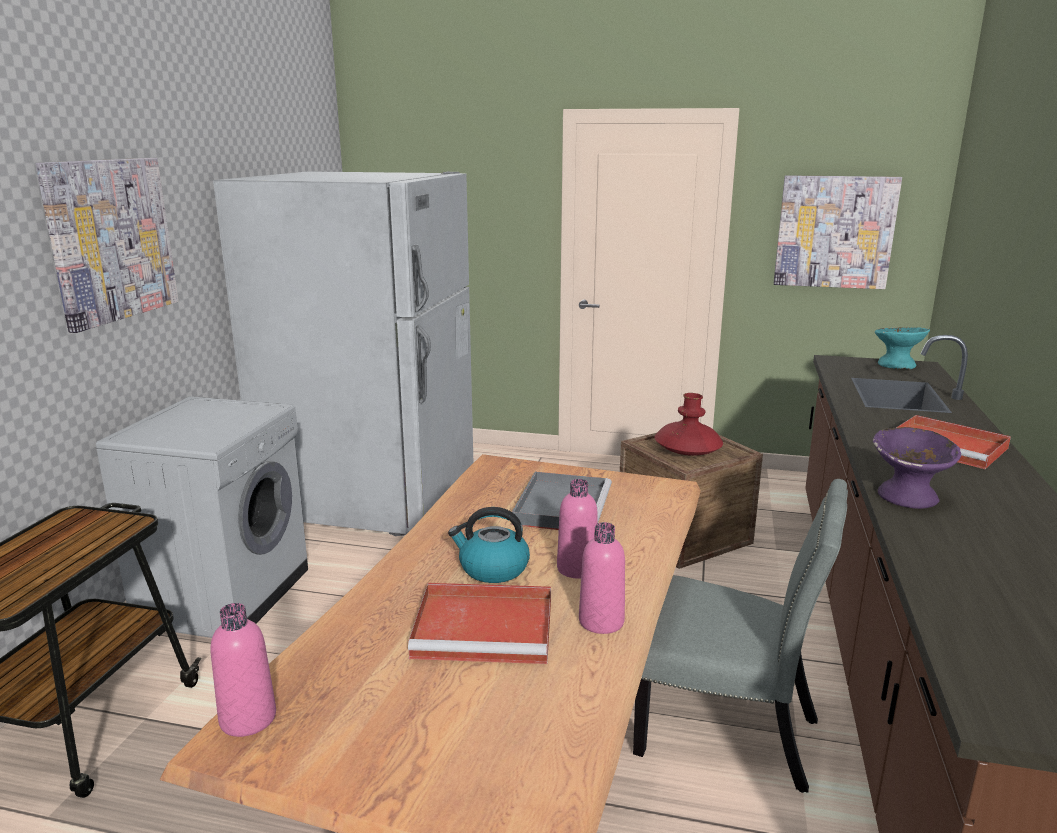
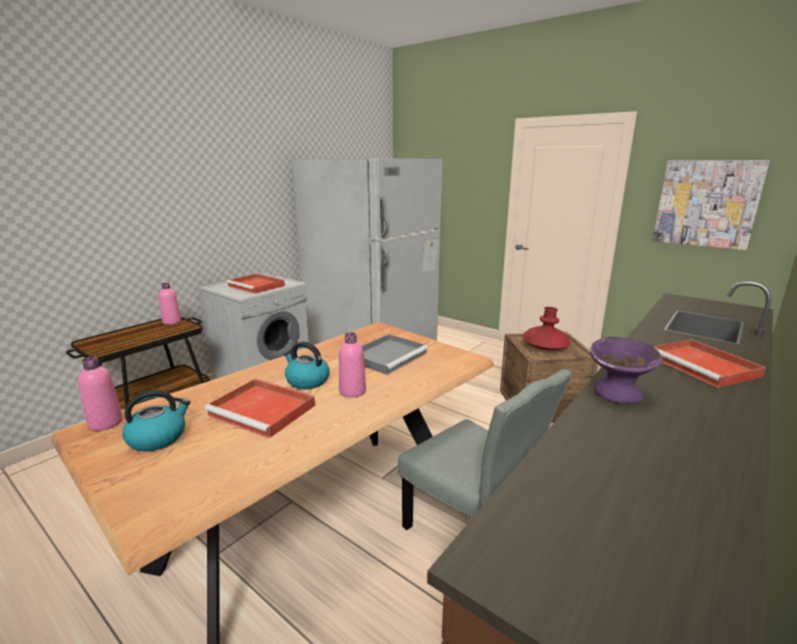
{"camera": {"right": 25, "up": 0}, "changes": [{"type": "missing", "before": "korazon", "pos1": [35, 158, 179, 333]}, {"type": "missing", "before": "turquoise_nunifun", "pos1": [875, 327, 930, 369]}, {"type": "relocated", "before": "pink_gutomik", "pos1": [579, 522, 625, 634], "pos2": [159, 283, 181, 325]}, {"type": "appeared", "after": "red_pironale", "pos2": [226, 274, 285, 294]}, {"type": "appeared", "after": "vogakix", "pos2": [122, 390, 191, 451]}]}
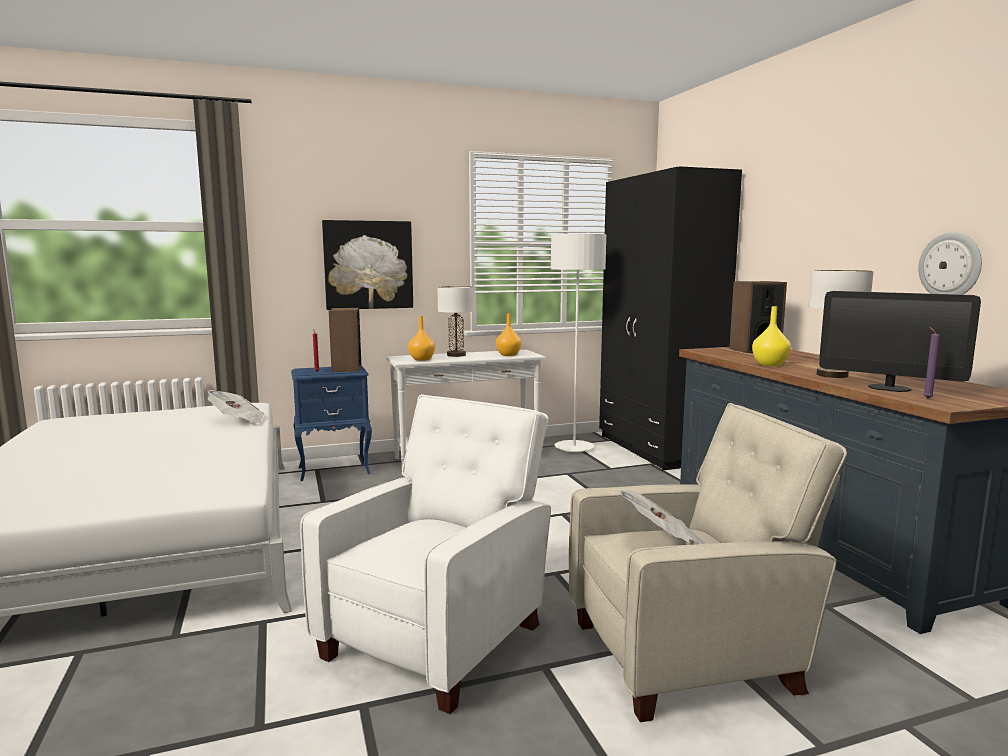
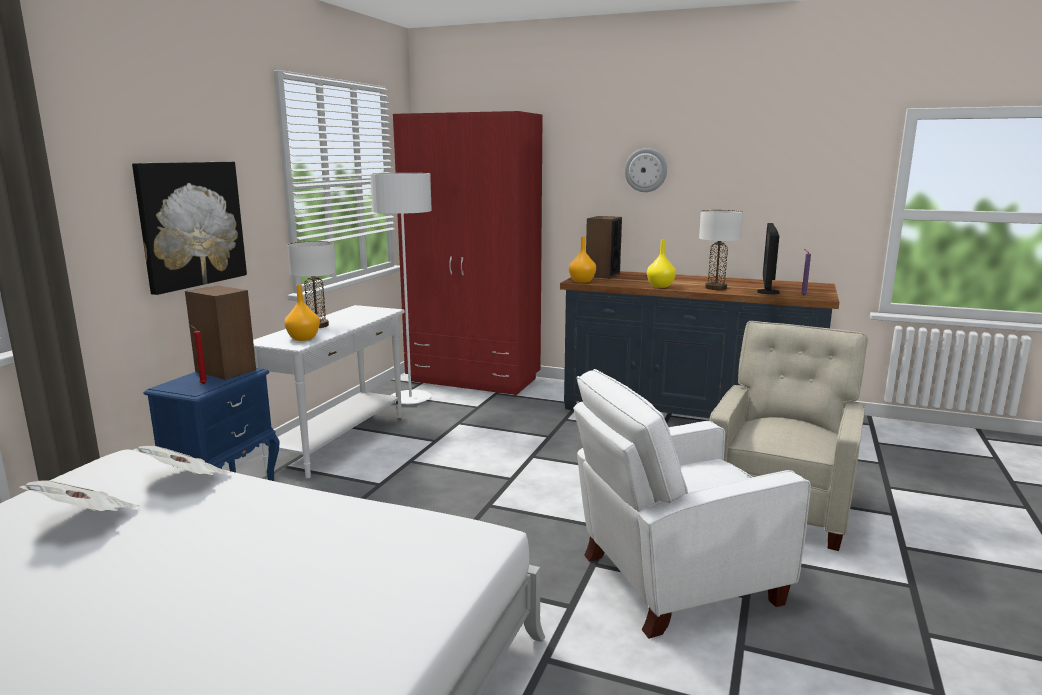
{"camera": {"right": -50, "up": 5}, "changes": [{"type": "colour", "before": "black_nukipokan", "after": "red_nukipokan", "pos1": [599, 166, 742, 470], "pos2": [393, 111, 543, 396]}, {"type": "relocated", "before": "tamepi", "pos1": [918, 232, 982, 295], "pos2": [625, 148, 667, 192]}, {"type": "spun", "before": "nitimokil", "pos1": [819, 291, 981, 392], "pos2": [757, 223, 780, 294], "turn": 120}, {"type": "relocated", "before": "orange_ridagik", "pos1": [496, 313, 522, 356], "pos2": [569, 237, 596, 283]}, {"type": "spun", "before": "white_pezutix", "pos1": [300, 394, 551, 714], "pos2": [573, 369, 811, 639], "turn": -90}, {"type": "relocated", "before": "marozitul", "pos1": [617, 490, 707, 544], "pos2": [19, 480, 140, 511]}]}
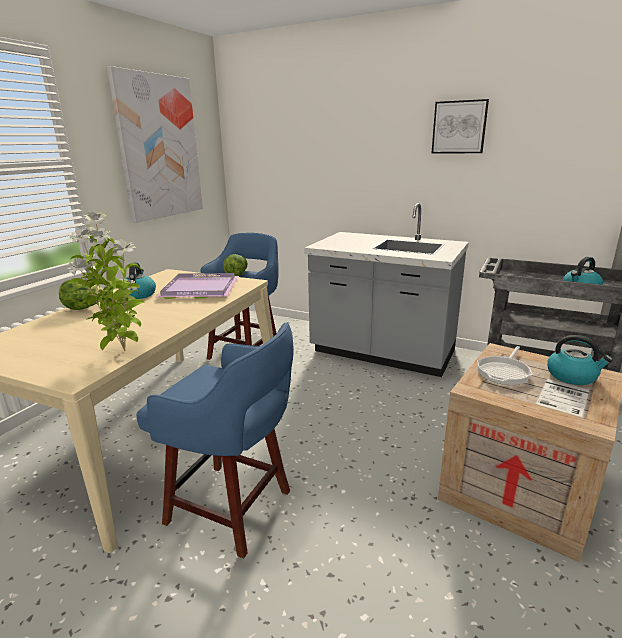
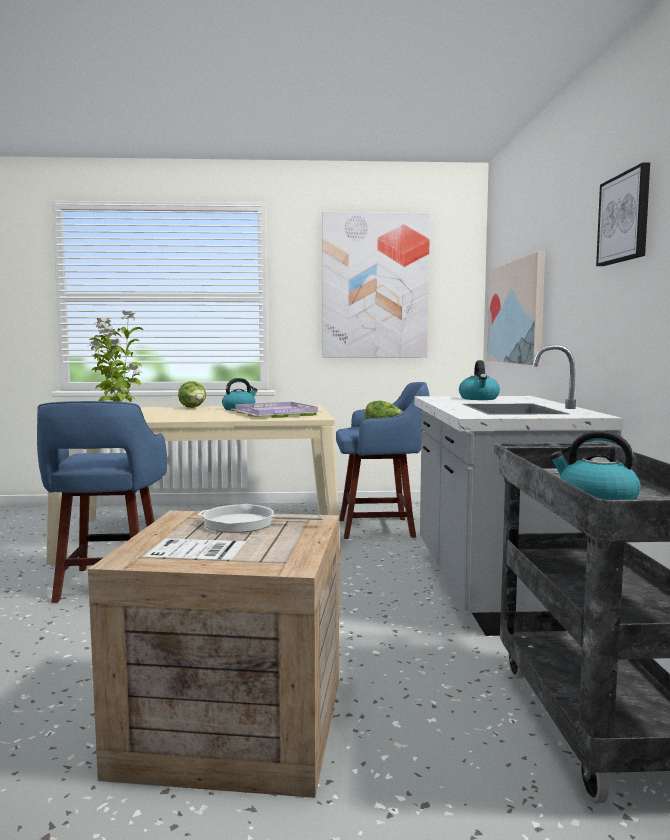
{"camera": {"right": 60, "up": -15}, "changes": [{"type": "relocated", "before": "vogakix", "pos1": [547, 335, 613, 385], "pos2": [459, 360, 500, 400]}, {"type": "appeared", "after": "korazon", "pos2": [487, 252, 545, 366]}]}
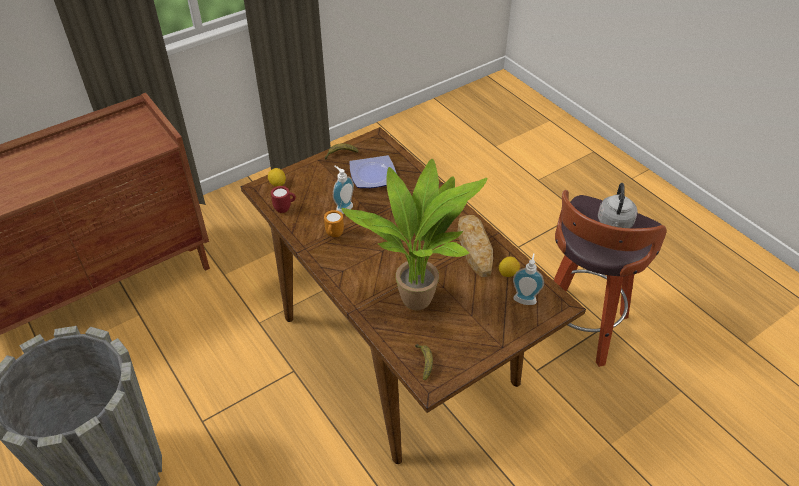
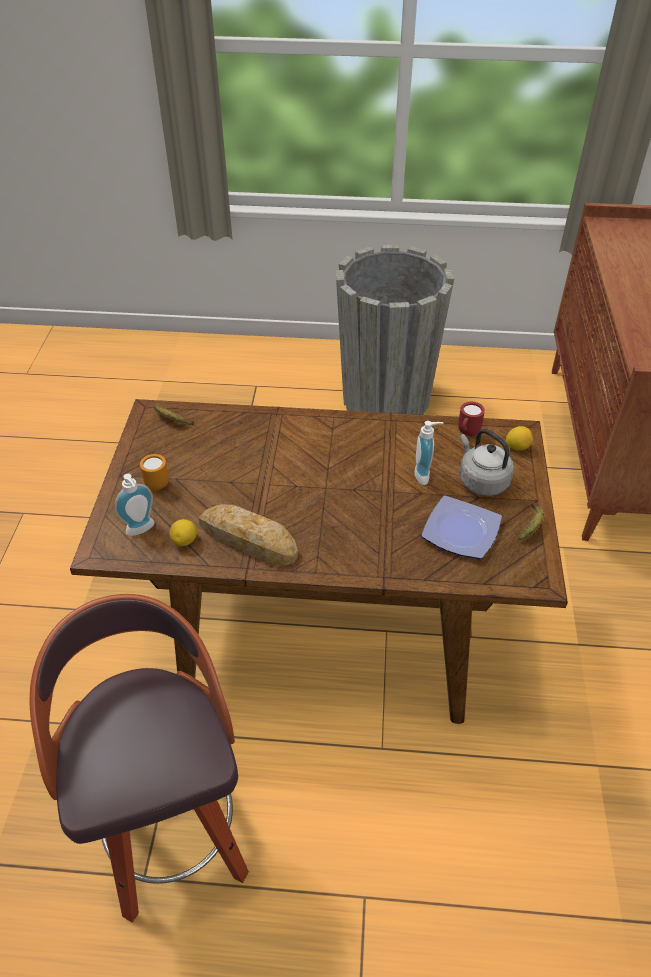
{"camera": {"right": 130, "up": 0}, "changes": [{"type": "missing", "before": "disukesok", "pos1": [341, 159, 487, 310]}, {"type": "relocated", "before": "grey_vogakix", "pos1": [598, 183, 638, 228], "pos2": [460, 429, 514, 496]}, {"type": "relocated", "before": "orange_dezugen", "pos1": [324, 210, 344, 237], "pos2": [140, 454, 169, 491]}]}
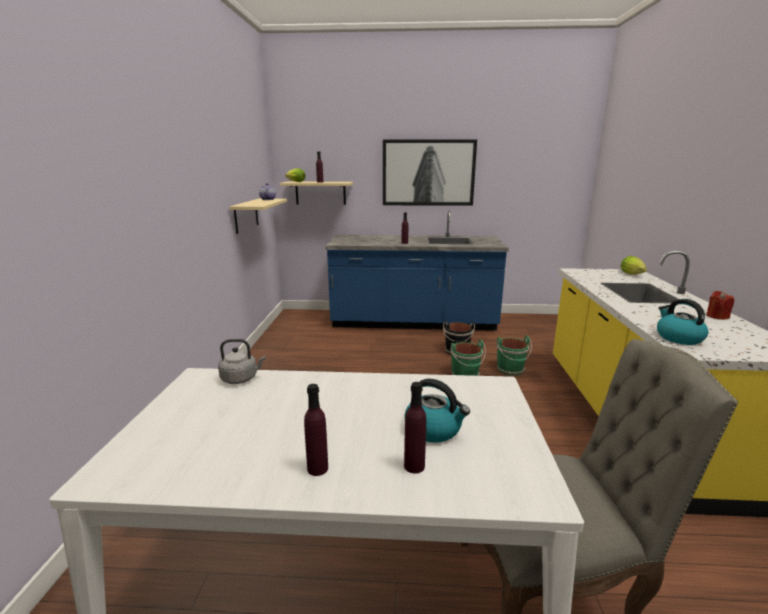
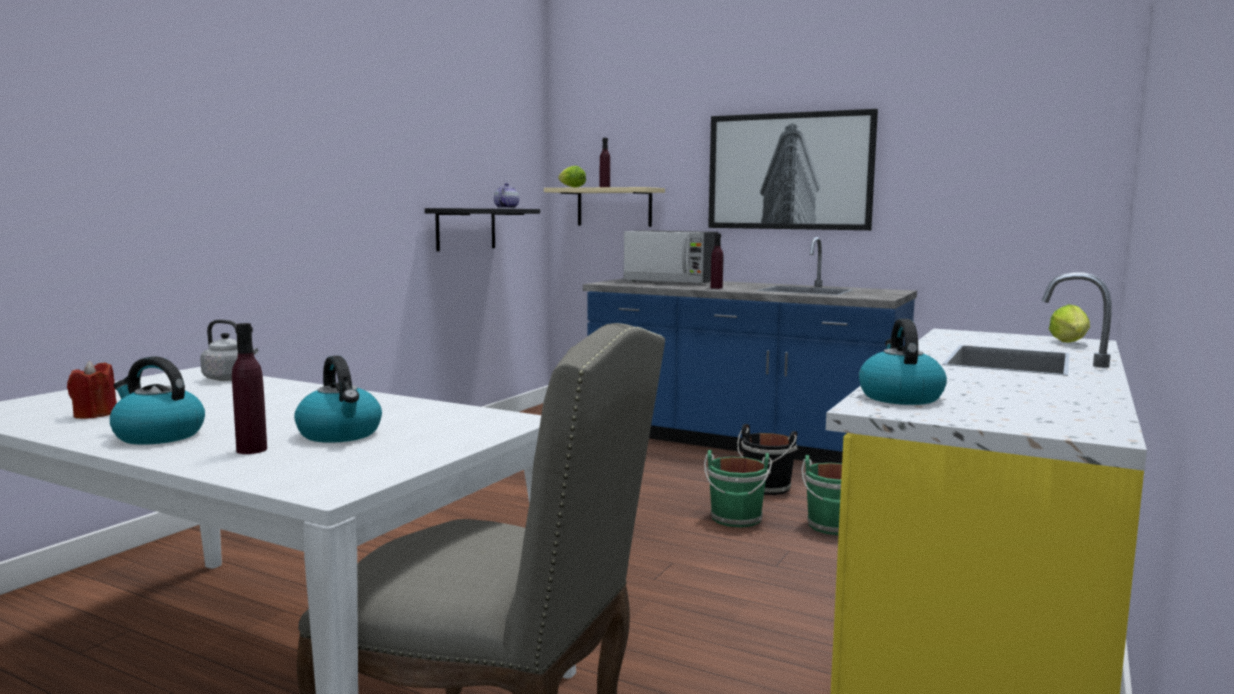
{"camera": {"right": 25, "up": -10}, "changes": [{"type": "colour", "before": "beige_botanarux", "after": "black_botanarux", "pos1": [229, 199, 287, 234], "pos2": [425, 208, 540, 251]}, {"type": "relocated", "before": "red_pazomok", "pos1": [706, 291, 734, 320], "pos2": [67, 361, 117, 419]}, {"type": "exchanged", "before": "purple_gutomik", "after": "vogakix", "pos1": [304, 384, 328, 476], "pos2": [110, 356, 205, 445]}, {"type": "appeared", "after": "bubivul", "pos2": [623, 230, 718, 284]}]}
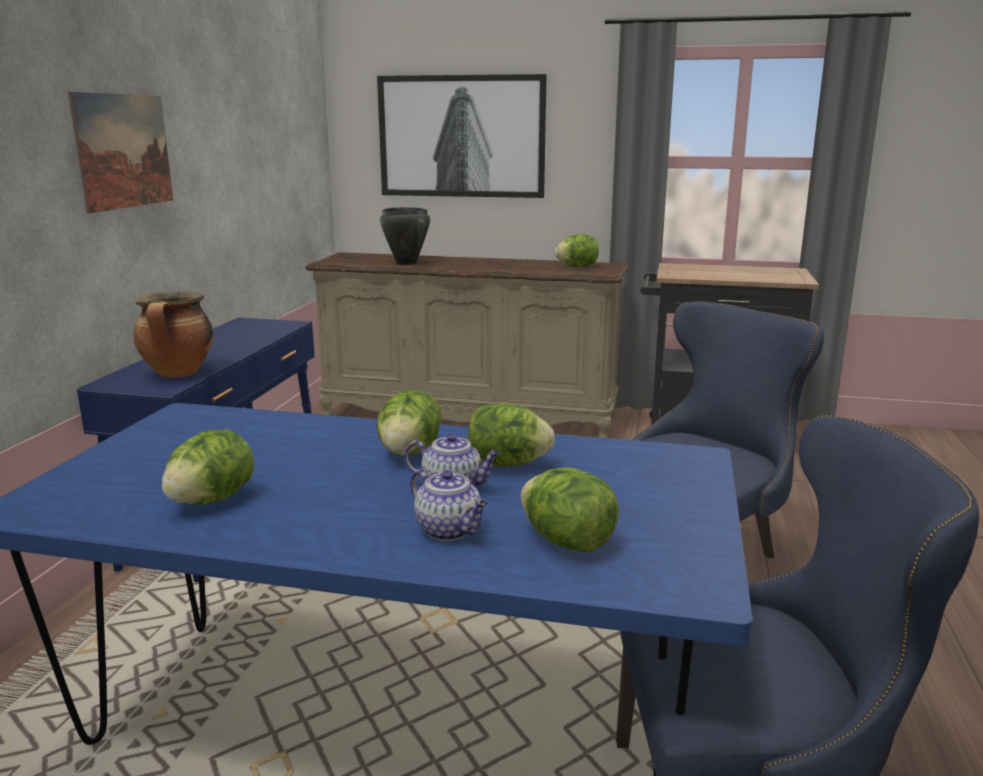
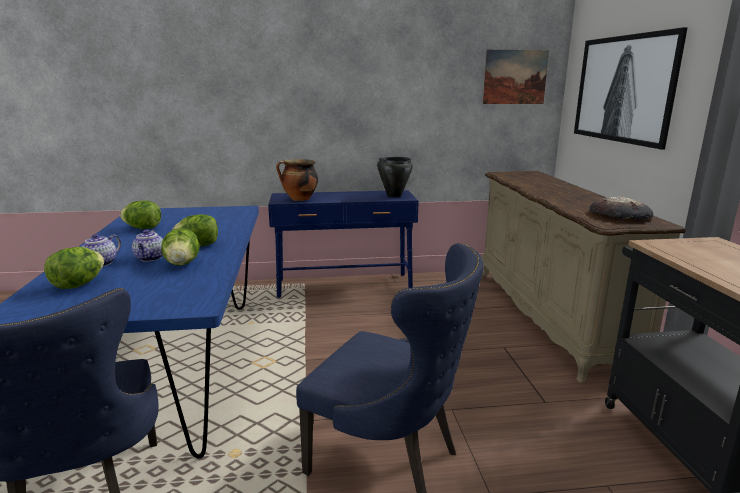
{"camera": {"right": 70, "up": 0}, "changes": [{"type": "relocated", "before": "korazon", "pos1": [68, 92, 173, 213], "pos2": [483, 50, 549, 104]}, {"type": "relocated", "before": "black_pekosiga", "pos1": [380, 207, 430, 265], "pos2": [377, 157, 413, 198]}, {"type": "exchanged", "before": "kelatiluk", "after": "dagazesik", "pos1": [555, 234, 599, 267], "pos2": [590, 196, 653, 219]}]}
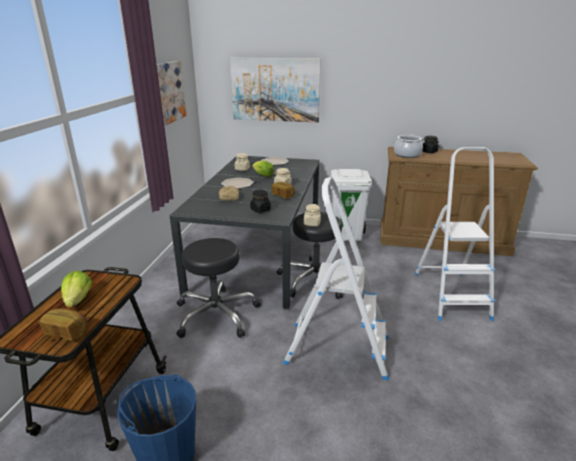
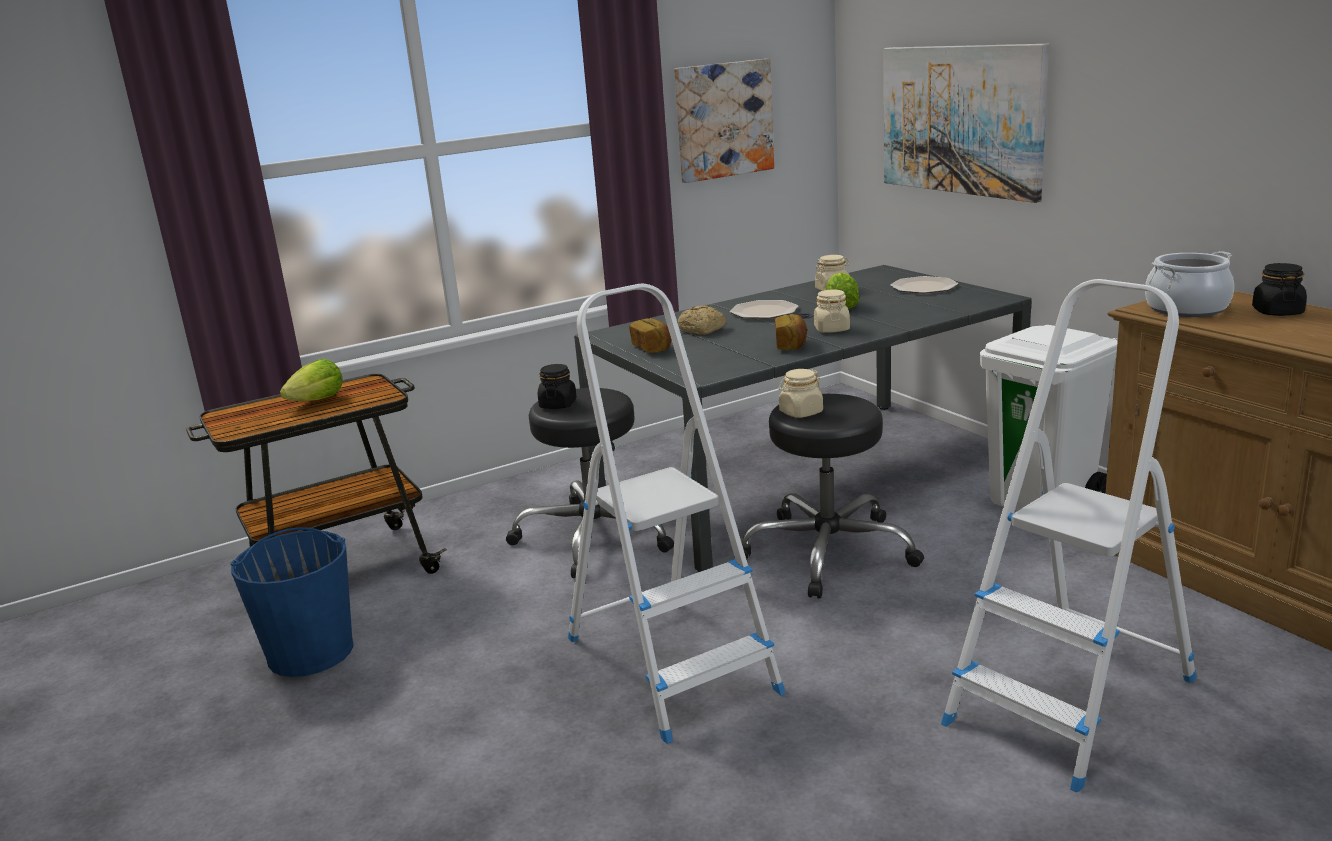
{"camera": {"right": 50, "up": -5}, "changes": [{"type": "relocated", "before": "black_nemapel", "pos1": [250, 190, 271, 213], "pos2": [538, 364, 577, 409]}, {"type": "relocated", "before": "dagazesik", "pos1": [39, 308, 88, 341], "pos2": [629, 318, 671, 353]}]}
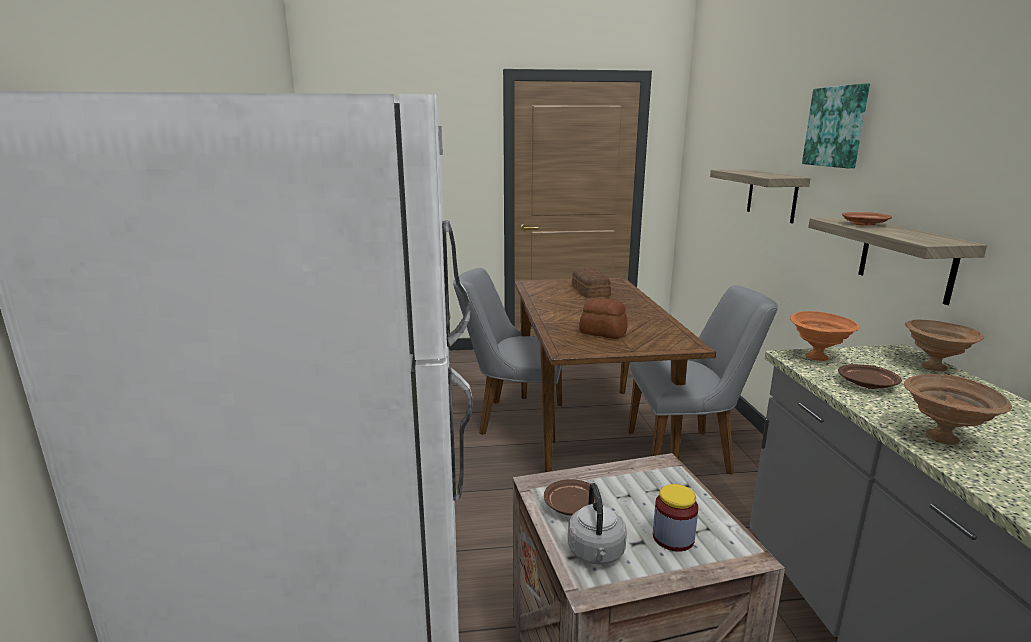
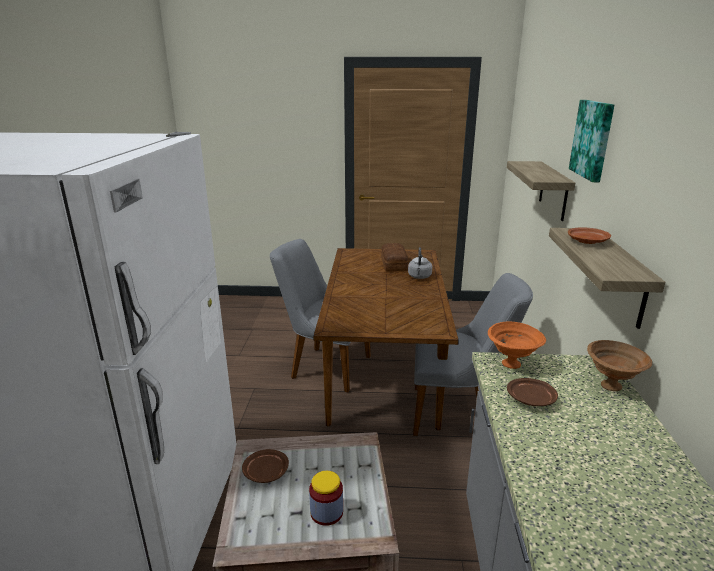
{"camera": {"right": 10, "up": 5}, "changes": [{"type": "missing", "before": "dagazesik", "pos1": [579, 298, 627, 339]}, {"type": "missing", "before": "brown_nunifun", "pos1": [904, 374, 1012, 445]}, {"type": "relocated", "before": "grey_vogakix", "pos1": [568, 483, 627, 565], "pos2": [408, 247, 432, 279]}]}
